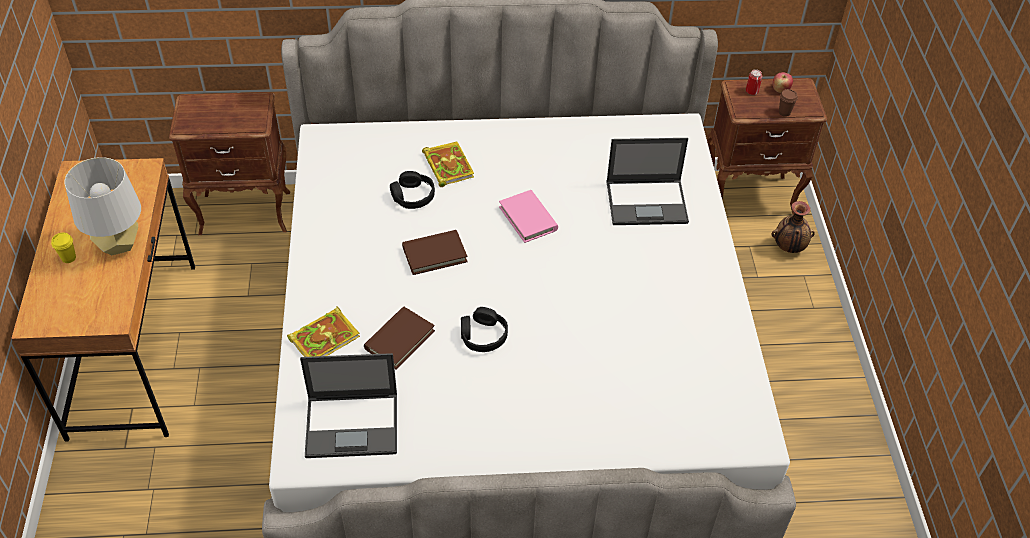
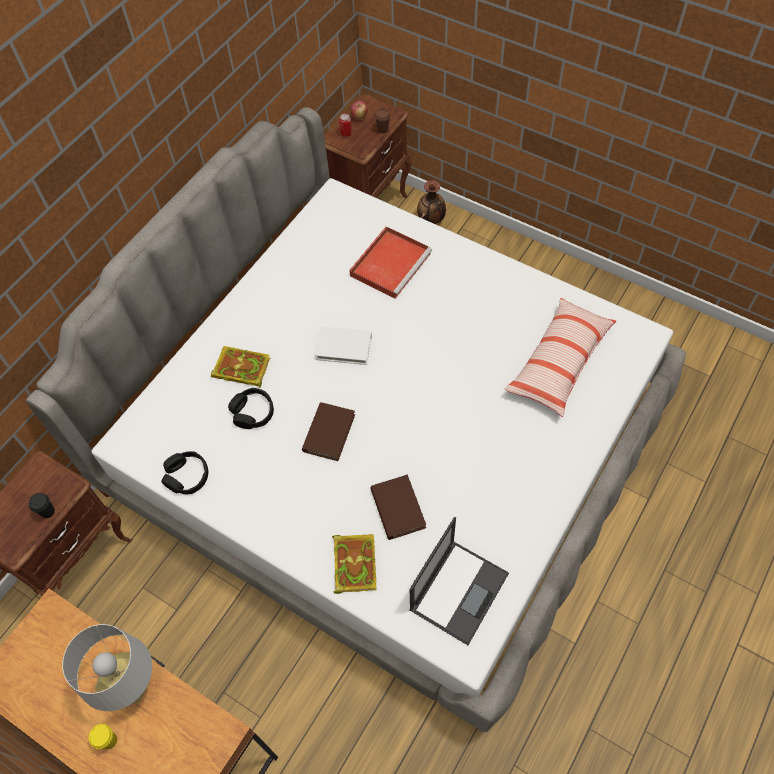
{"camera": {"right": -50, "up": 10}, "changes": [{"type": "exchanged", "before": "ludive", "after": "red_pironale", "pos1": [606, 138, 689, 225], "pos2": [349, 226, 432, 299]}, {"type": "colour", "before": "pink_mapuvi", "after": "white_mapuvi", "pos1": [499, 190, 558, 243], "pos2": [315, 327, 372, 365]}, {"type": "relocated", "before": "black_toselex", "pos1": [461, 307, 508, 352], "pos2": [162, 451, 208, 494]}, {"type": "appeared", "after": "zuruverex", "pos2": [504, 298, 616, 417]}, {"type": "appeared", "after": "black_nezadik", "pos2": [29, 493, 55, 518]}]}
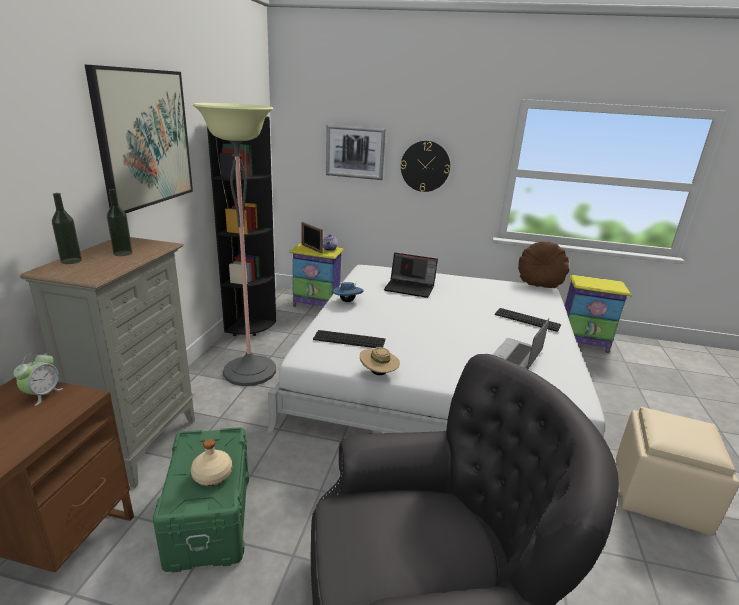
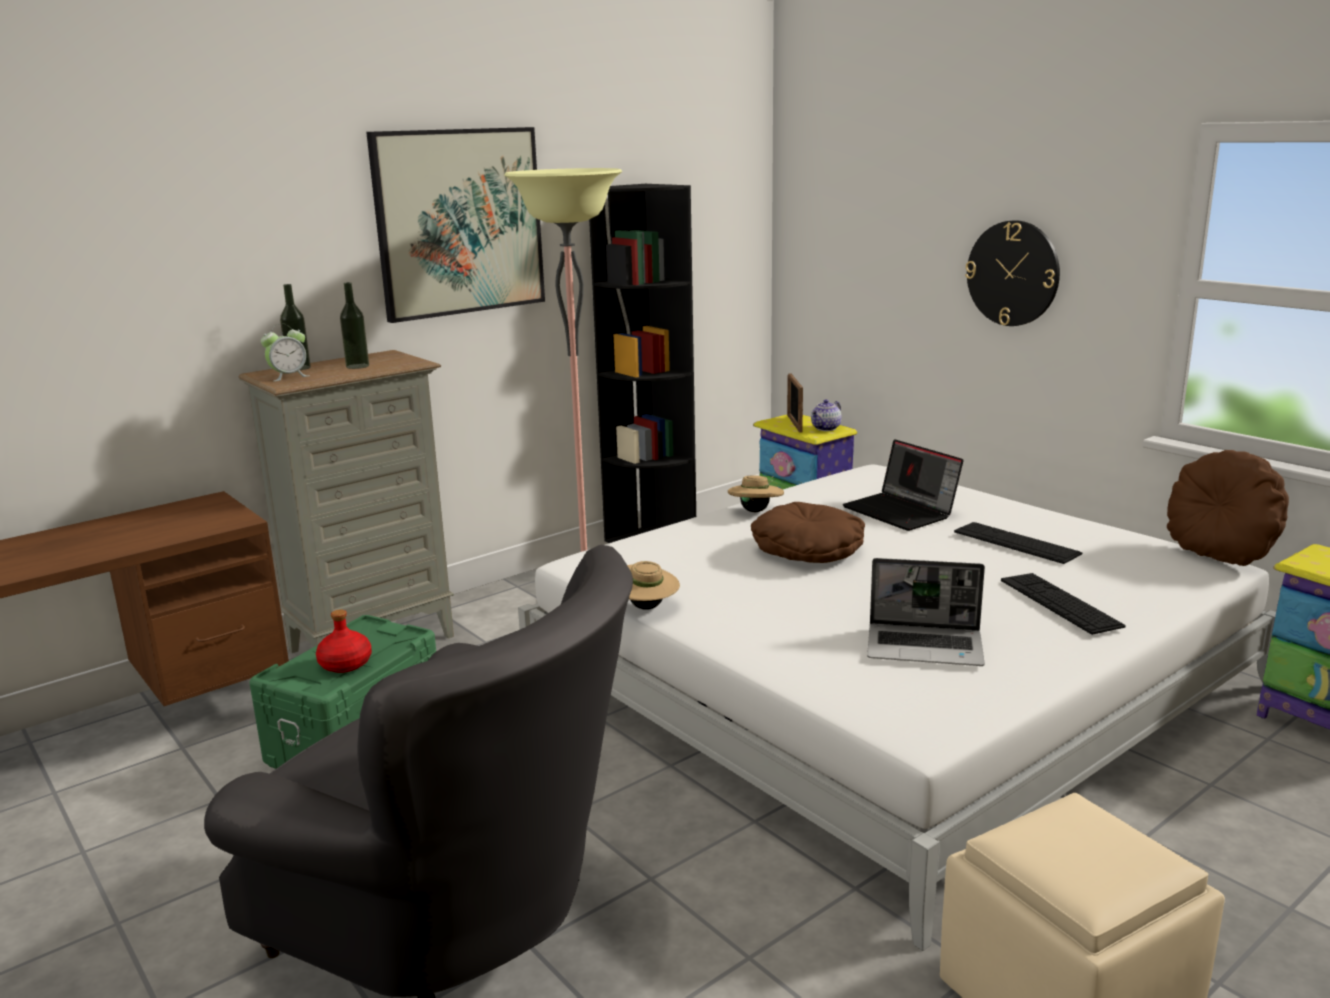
{"camera": {"right": 40, "up": -5}, "changes": [{"type": "missing", "before": "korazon", "pos1": [326, 125, 386, 180]}, {"type": "colour", "before": "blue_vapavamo", "after": "beige_vapavamo", "pos1": [333, 282, 364, 302], "pos2": [728, 475, 784, 512]}, {"type": "spun", "before": "ludive", "pos1": [493, 318, 549, 369], "pos2": [867, 558, 985, 666], "turn": -150}, {"type": "relocated", "before": "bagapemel", "pos1": [313, 330, 385, 348], "pos2": [954, 522, 1082, 564]}, {"type": "relocated", "before": "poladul", "pos1": [13, 353, 63, 406], "pos2": [261, 324, 309, 381]}, {"type": "colour", "before": "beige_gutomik", "after": "red_gutomik", "pos1": [191, 439, 232, 486], "pos2": [316, 609, 372, 673]}, {"type": "appeared", "after": "brown_zuruverex", "pos2": [751, 502, 865, 563]}]}
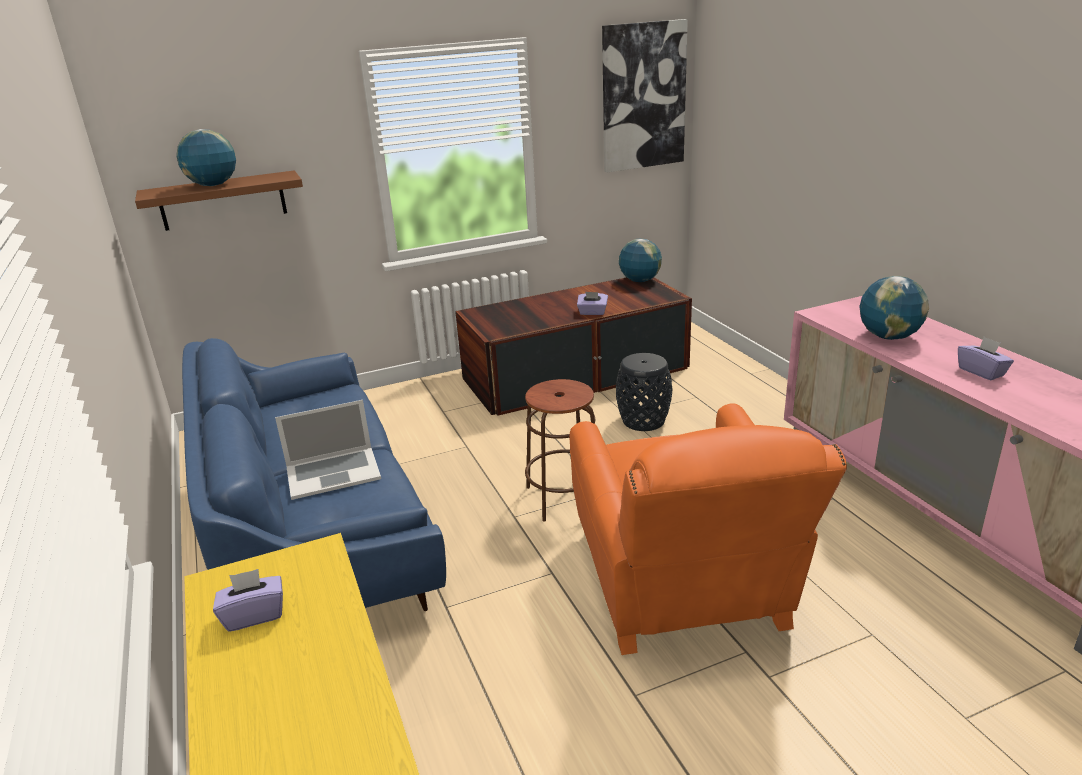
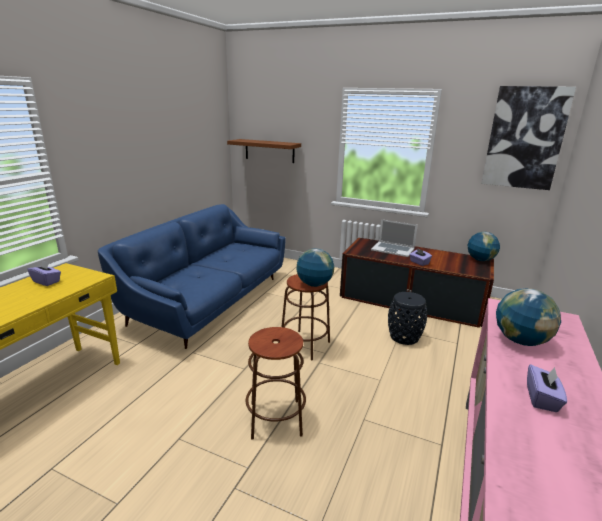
{"camera": {"right": 45, "up": -5}, "changes": [{"type": "relocated", "before": "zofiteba", "pos1": [176, 129, 236, 186], "pos2": [297, 248, 334, 287]}, {"type": "relocated", "before": "ludive", "pos1": [275, 400, 381, 500], "pos2": [371, 219, 418, 257]}, {"type": "exchanged", "before": "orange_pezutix", "after": "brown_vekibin", "pos1": [569, 404, 847, 655], "pos2": [246, 327, 306, 440]}]}
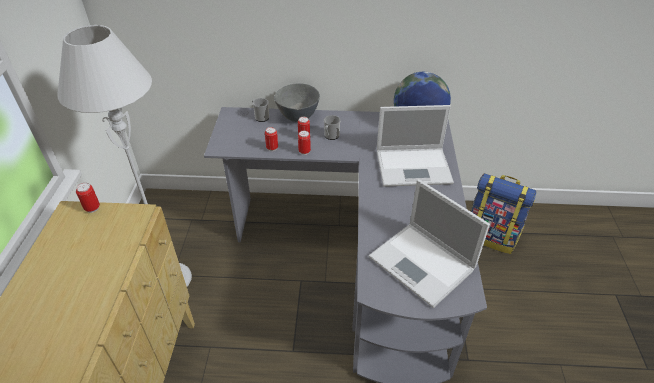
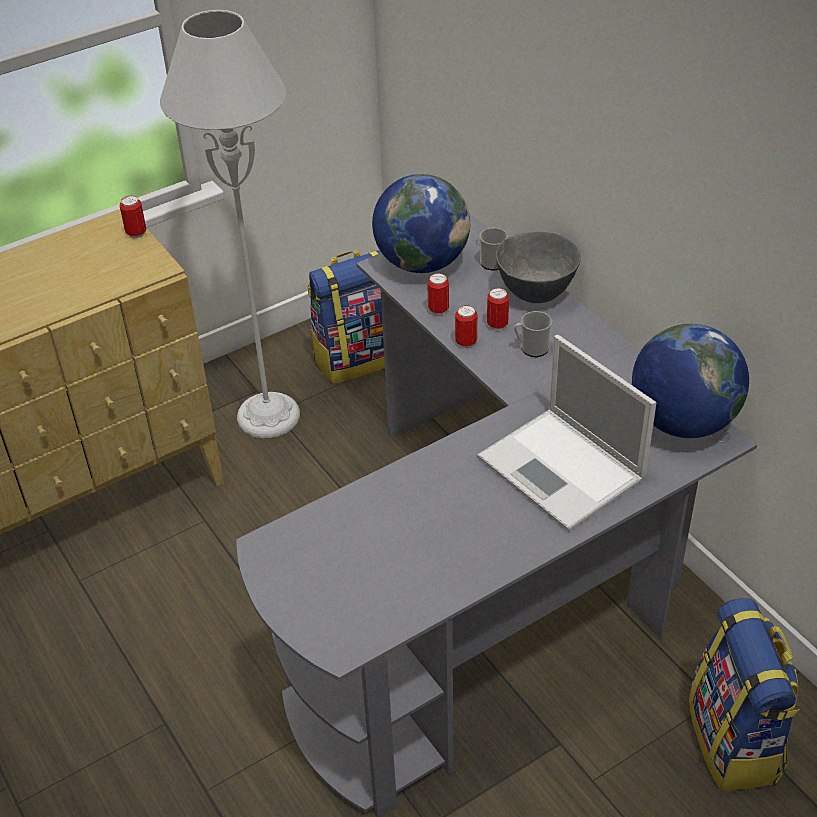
{"camera": {"right": 55, "up": 0}, "changes": [{"type": "missing", "before": "ludive", "pos1": [369, 179, 490, 308]}, {"type": "appeared", "after": "zofiteba", "pos2": [372, 174, 470, 273]}, {"type": "appeared", "after": "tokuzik", "pos2": [307, 250, 385, 384]}]}
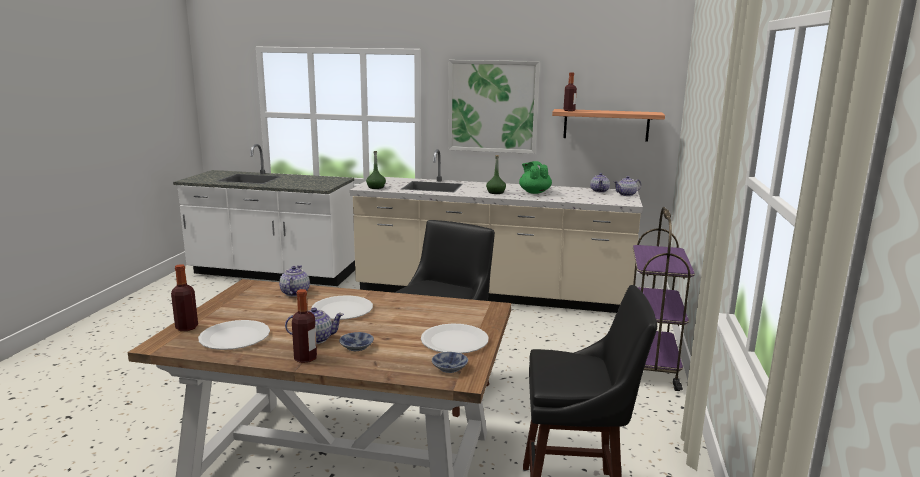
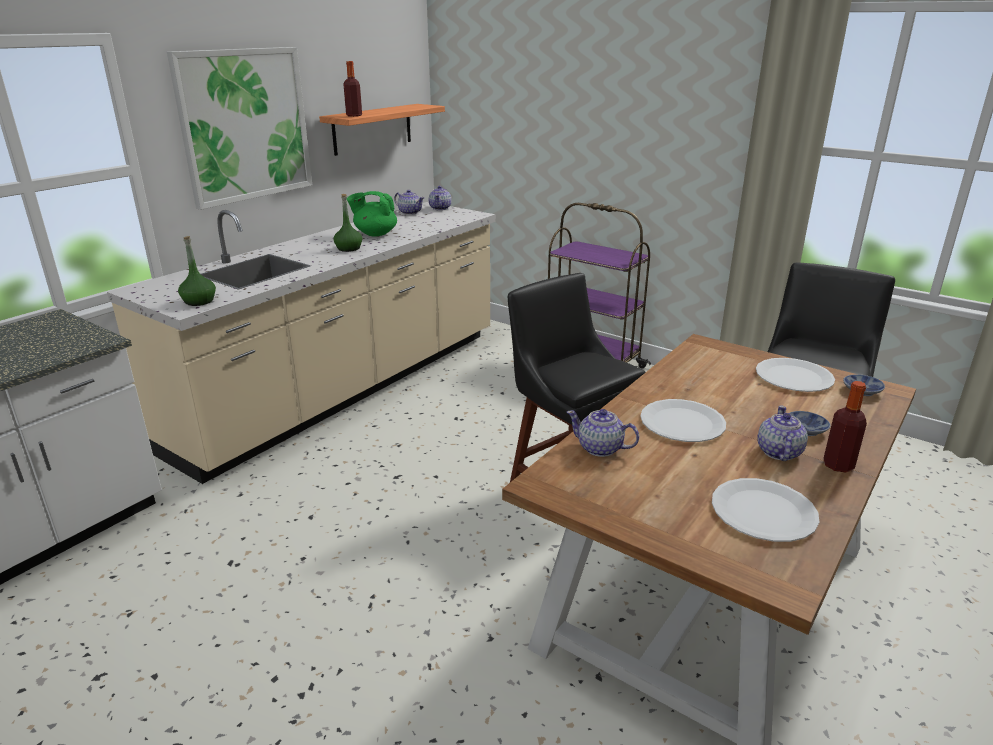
{"camera": {"right": -65, "up": 10}, "changes": [{"type": "missing", "before": "gutomik", "pos1": [171, 264, 198, 331]}]}
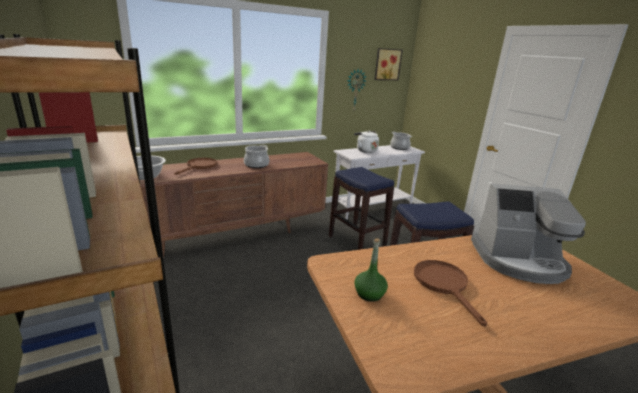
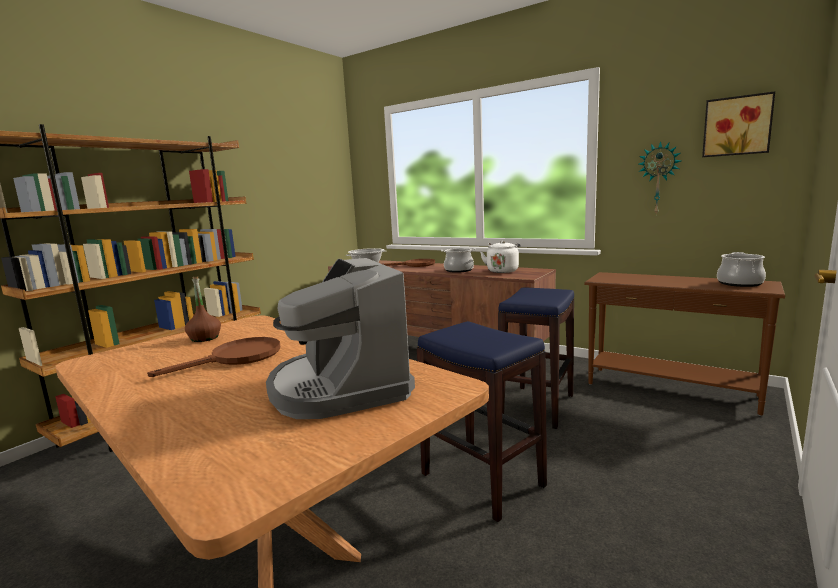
{"camera": {"right": 65, "up": -10}, "changes": [{"type": "relocated", "before": "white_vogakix", "pos1": [354, 131, 379, 153], "pos2": [480, 241, 521, 273]}, {"type": "colour", "before": "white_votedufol", "after": "brown_votedufol", "pos1": [334, 145, 425, 219], "pos2": [584, 272, 785, 416]}, {"type": "colour", "before": "green_gutomik", "after": "brown_gutomik", "pos1": [355, 238, 388, 302], "pos2": [185, 276, 221, 342]}]}
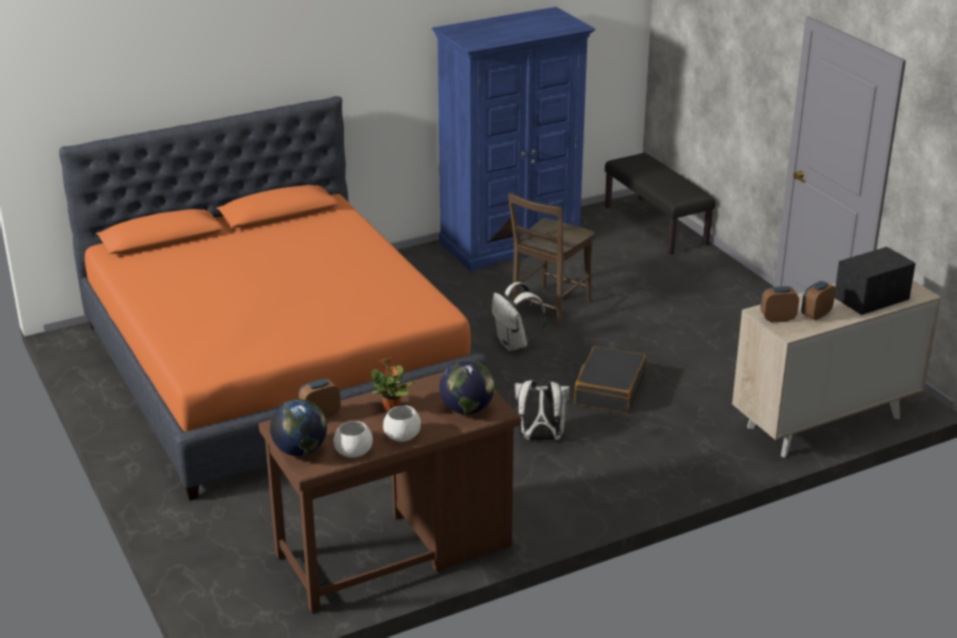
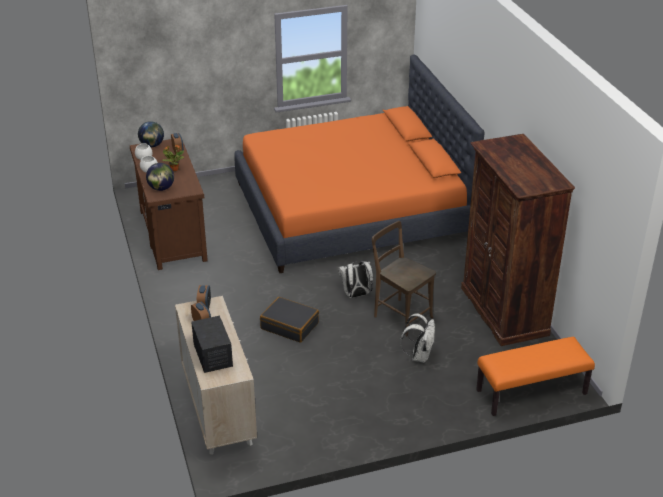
{"camera": {"right": 100, "up": 5}, "changes": [{"type": "colour", "before": "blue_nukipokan", "after": "brown_nukipokan", "pos1": [432, 7, 595, 271], "pos2": [461, 134, 575, 346]}, {"type": "colour", "before": "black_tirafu", "after": "orange_tirafu", "pos1": [605, 153, 715, 255], "pos2": [476, 337, 595, 416]}, {"type": "relocated", "before": "white_tokuzik", "pos1": [515, 380, 570, 441], "pos2": [400, 313, 435, 363]}]}
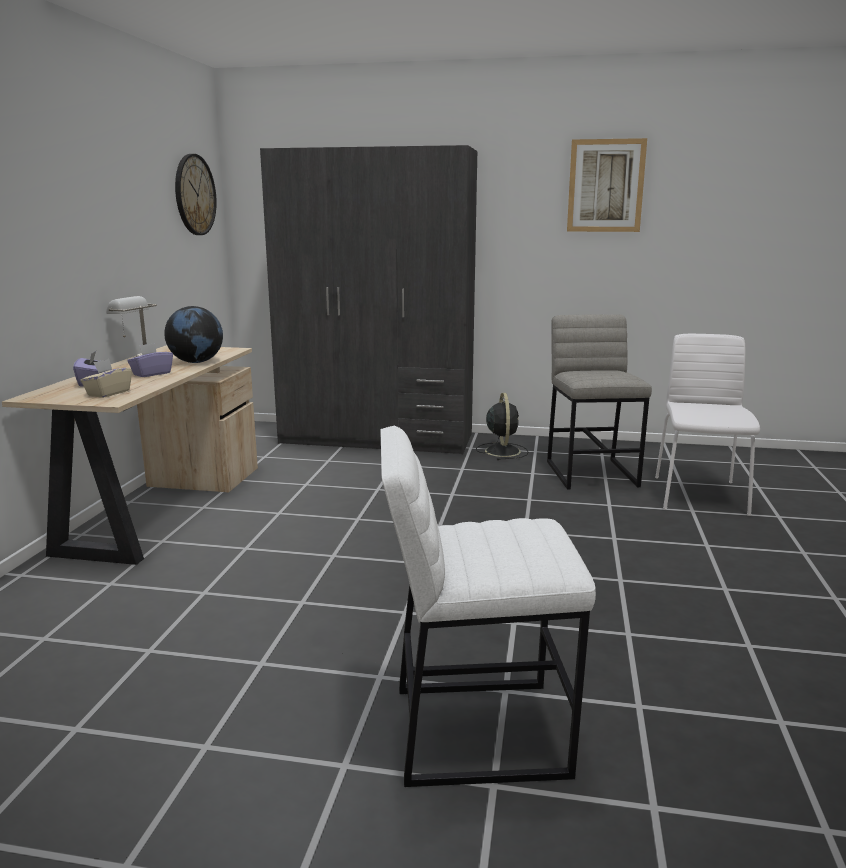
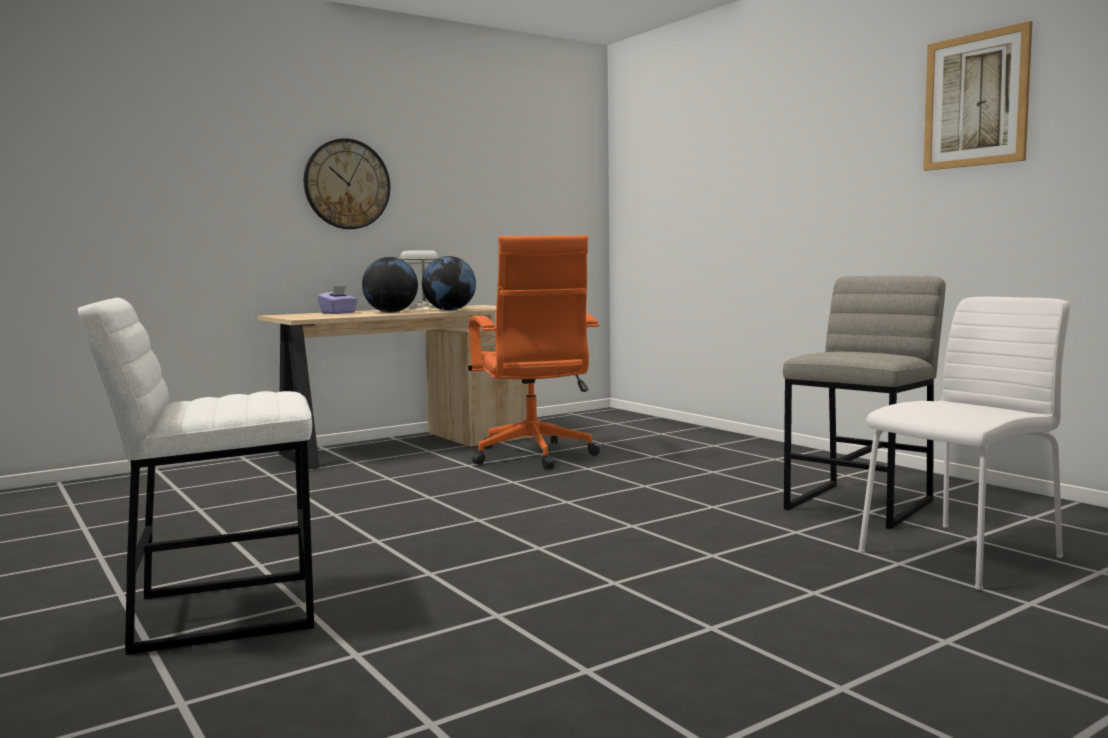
{"camera": {"right": 45, "up": -10}, "changes": [{"type": "missing", "before": "grey_nukipokan", "pos1": [260, 145, 477, 454]}, {"type": "relocated", "before": "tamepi", "pos1": [175, 154, 217, 235], "pos2": [304, 138, 390, 229]}, {"type": "exchanged", "before": "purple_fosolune", "after": "zofiteba", "pos1": [127, 343, 173, 377], "pos2": [362, 257, 418, 313]}, {"type": "missing", "before": "beige_fosolune", "pos1": [81, 359, 132, 398]}, {"type": "missing", "before": "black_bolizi", "pos1": [476, 393, 528, 460]}, {"type": "spun", "before": "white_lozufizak", "pos1": [380, 426, 596, 787], "pos2": [78, 297, 314, 655], "turn": -60}, {"type": "appeared", "after": "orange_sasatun", "pos2": [469, 235, 600, 470]}]}
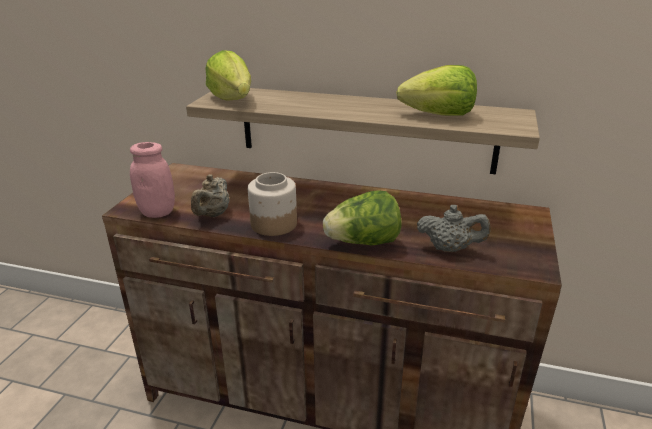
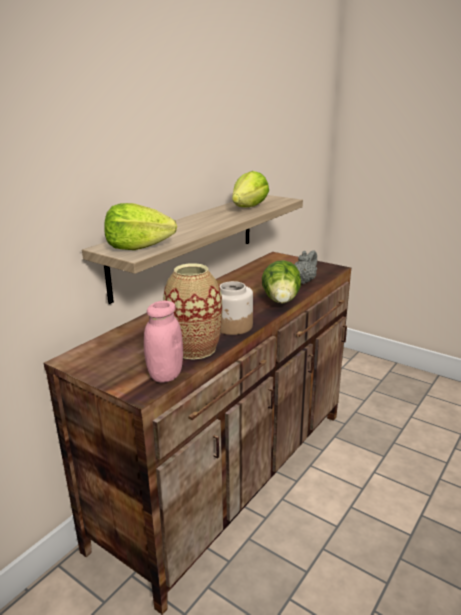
{"camera": {"right": -70, "up": -5}, "changes": [{"type": "exchanged", "before": "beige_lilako", "after": "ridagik", "pos1": [191, 174, 229, 217], "pos2": [163, 263, 222, 360]}]}
